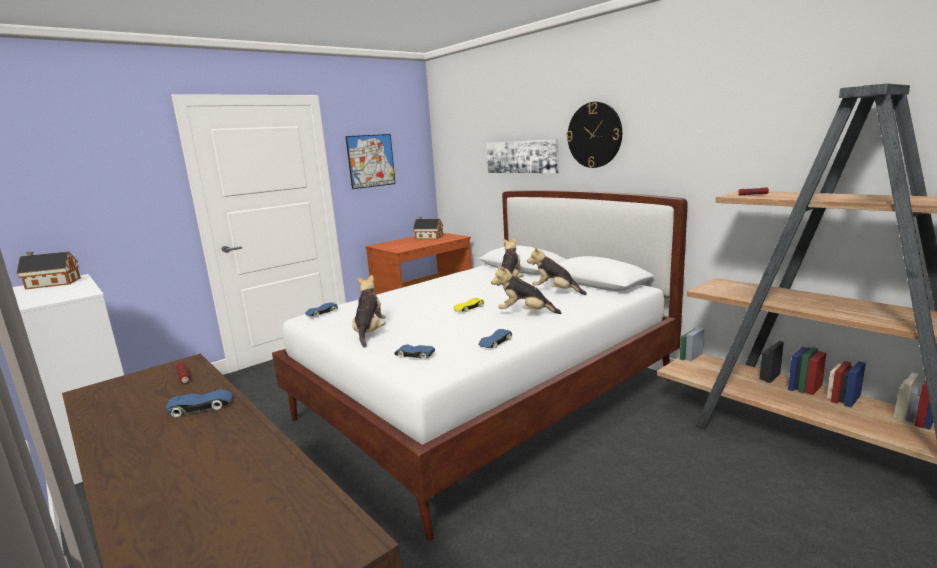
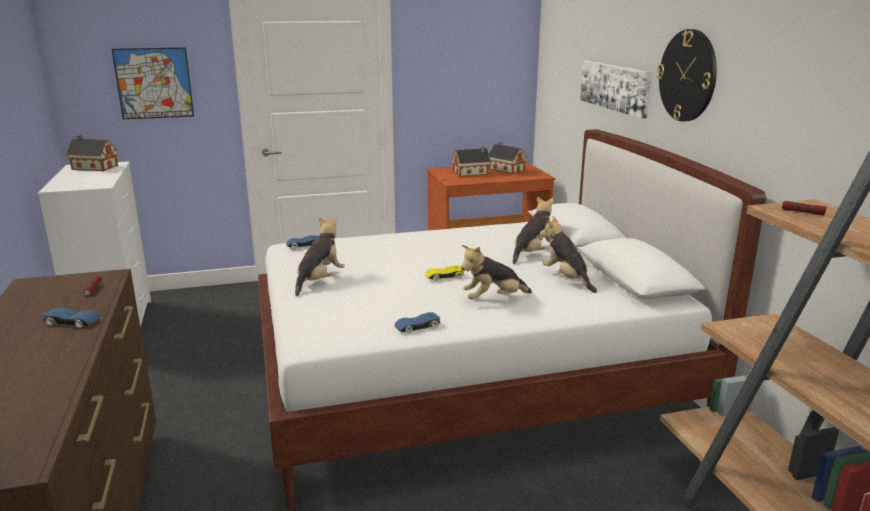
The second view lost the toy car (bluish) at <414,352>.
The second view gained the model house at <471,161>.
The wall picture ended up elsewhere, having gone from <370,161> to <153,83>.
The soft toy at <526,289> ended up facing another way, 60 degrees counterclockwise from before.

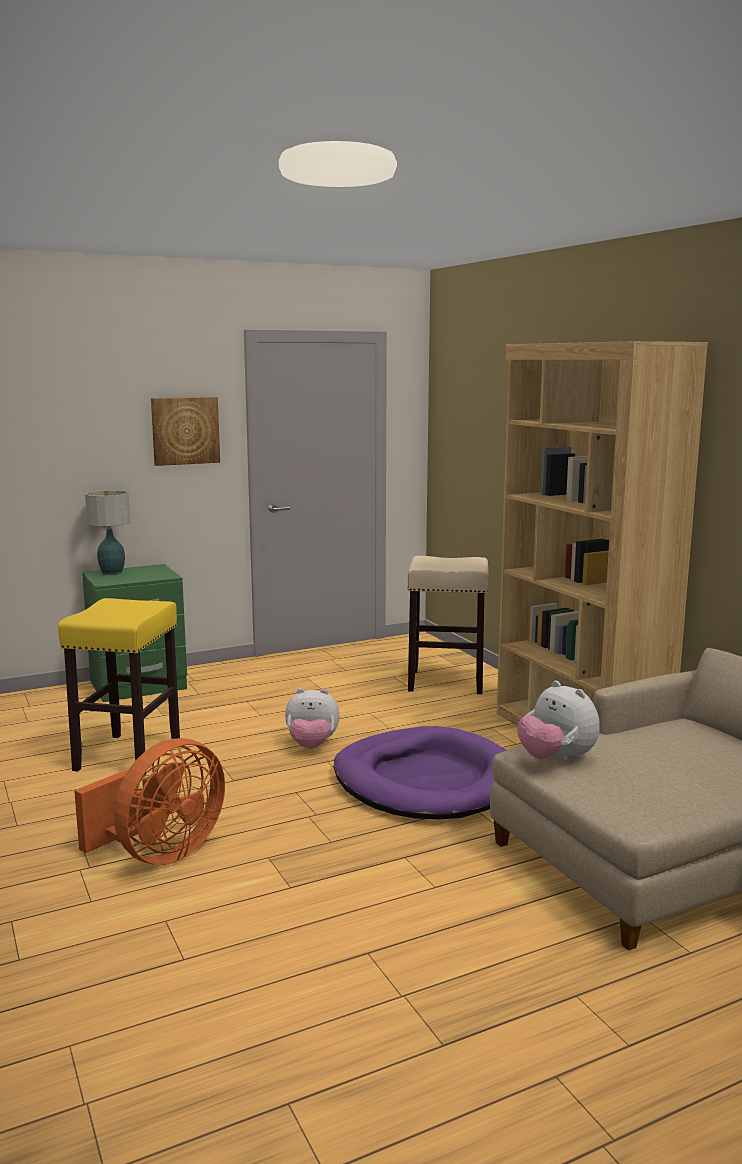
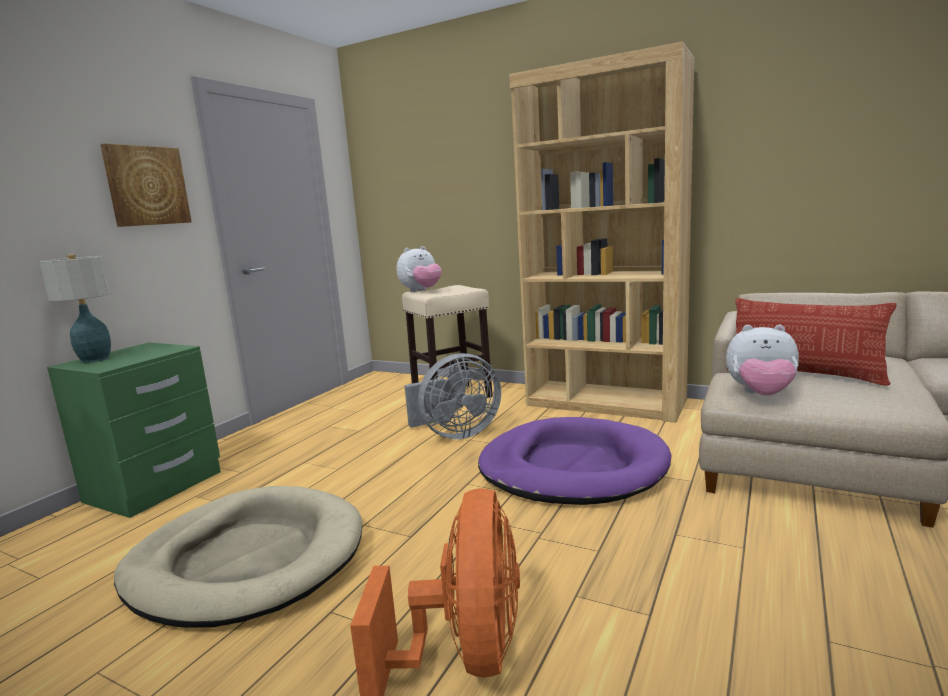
The second view gained the electric fan (greyish) at <452,396>.
The second view gained the throw pillow at <812,342>.
The soft toy ended up elsewhere, having gone from <312,718> to <419,269>.
Where the stool seat (yellow-coloured) stood at <119,685>, the dog bed (beige-coloured) came to stand at <238,557>.

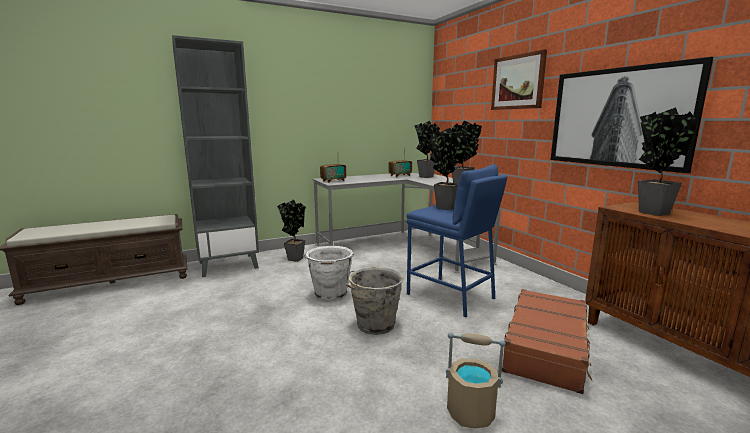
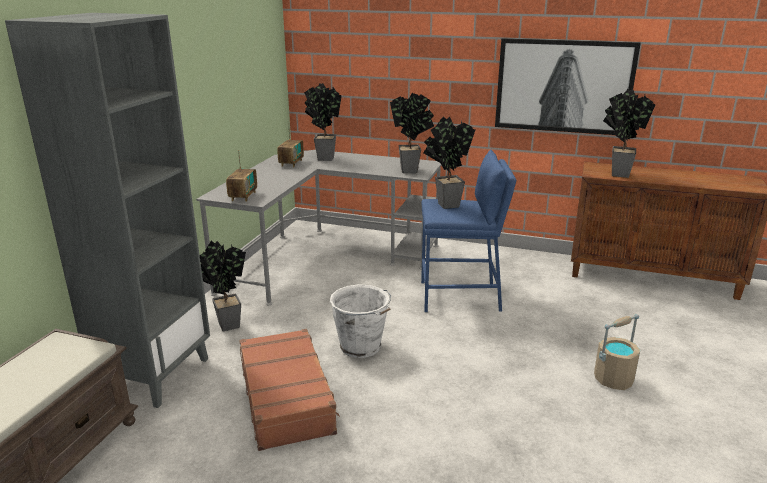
The second view lost the pail (greyish) at <375,301>.
The second view lost the wall picture at <519,79>.
The travel case (brown-coloured) ended up elsewhere, having gone from <547,341> to <289,390>.

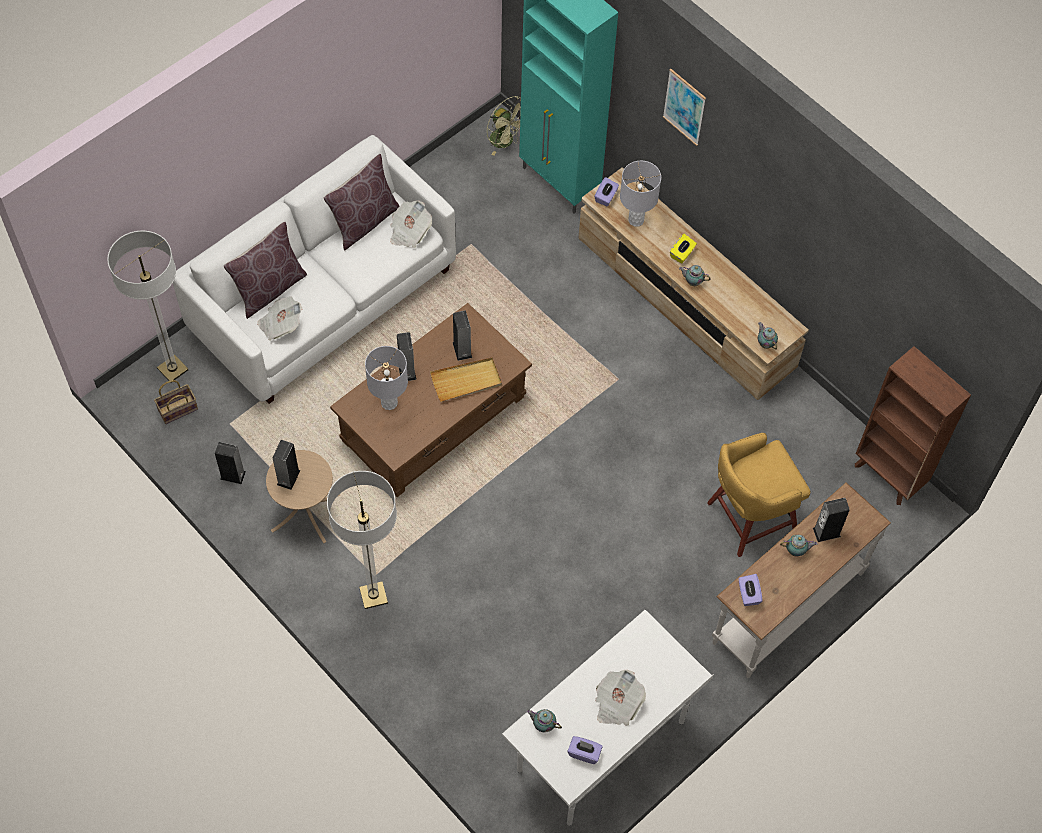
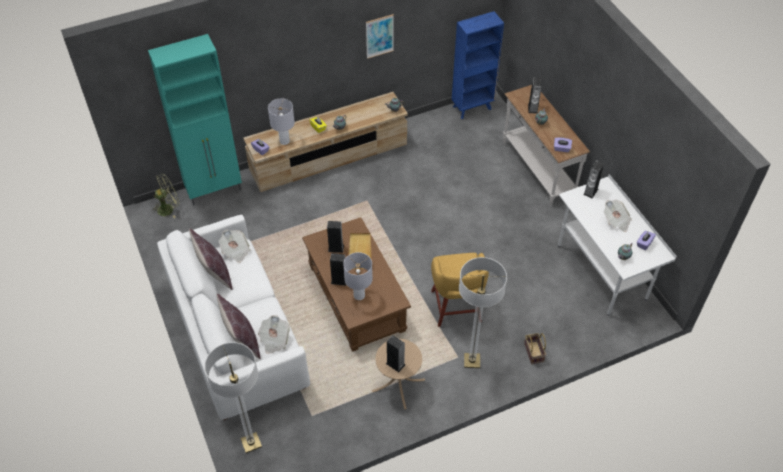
The basket ended up elsewhere, having gone from <176,402> to <535,348>.
The loudspeaker ended up elsewhere, having gone from <230,463> to <593,179>.
The wall picture ended up elsewhere, having gone from <684,107> to <380,36>.
The stool seat (yellow-coloured) ended up elsewhere, having gone from <759,495> to <460,290>.
What was the bookshelf (brown-coloured) at <913,425> turned into the bookshelf (bluish) at <478,65>.

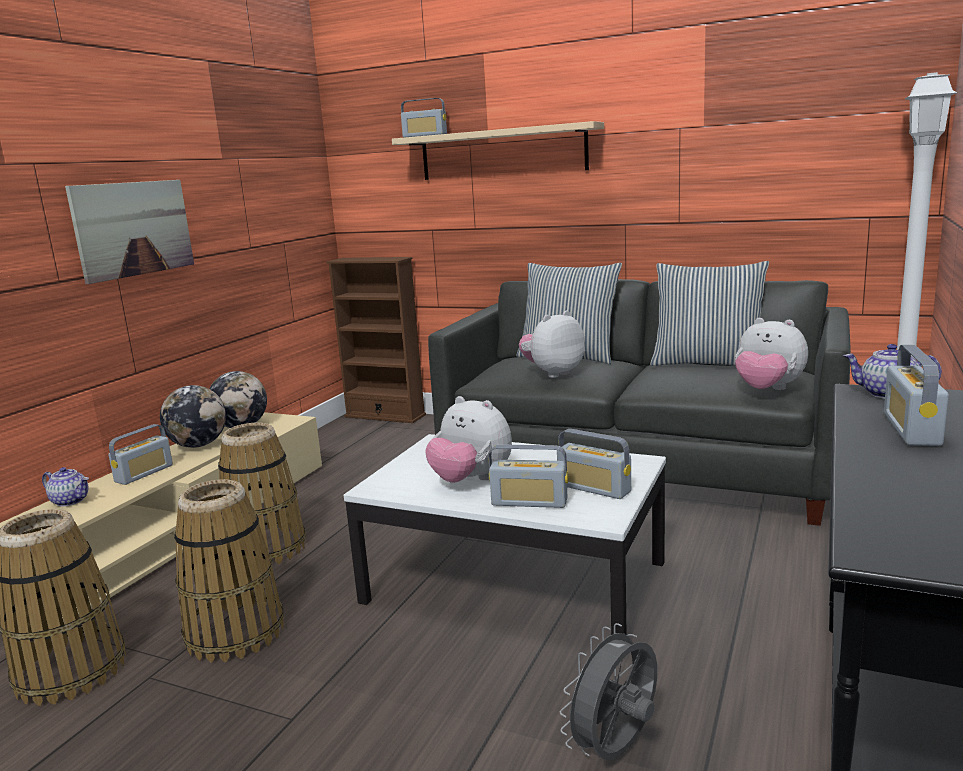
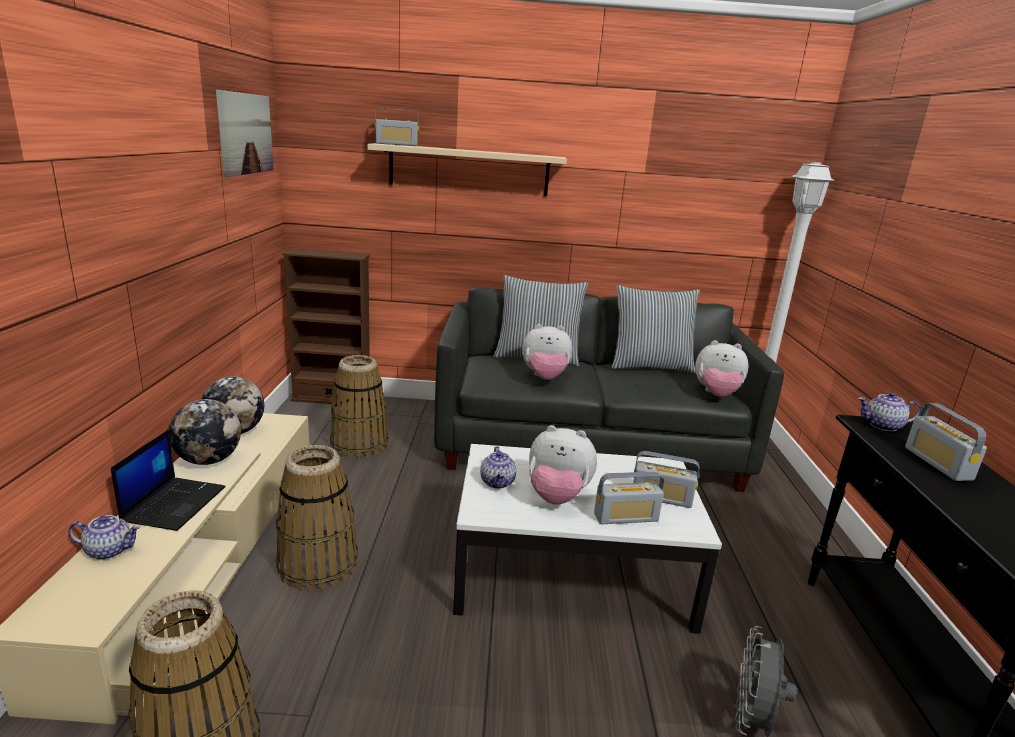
The second view gained the teapot at <498,467>.
The wall picture ended up elsewhere, having gone from <129,232> to <245,133>.
The basket ended up elsewhere, having gone from <229,570> to <359,406>.
Where the radio stood at <140,454>, the portable computer came to stand at <168,480>.
The soft toy at <552,344> ended up facing another way, 120 degrees counterclockwise from before.

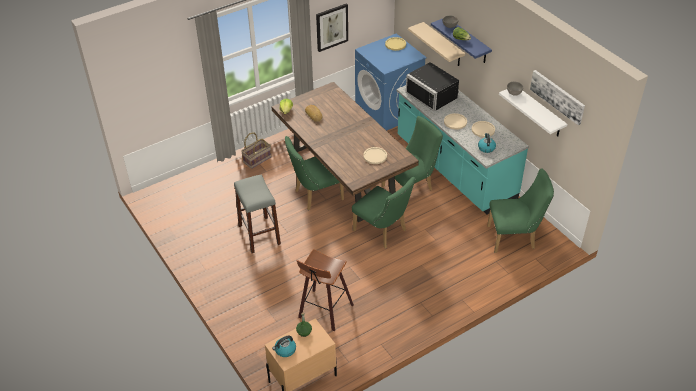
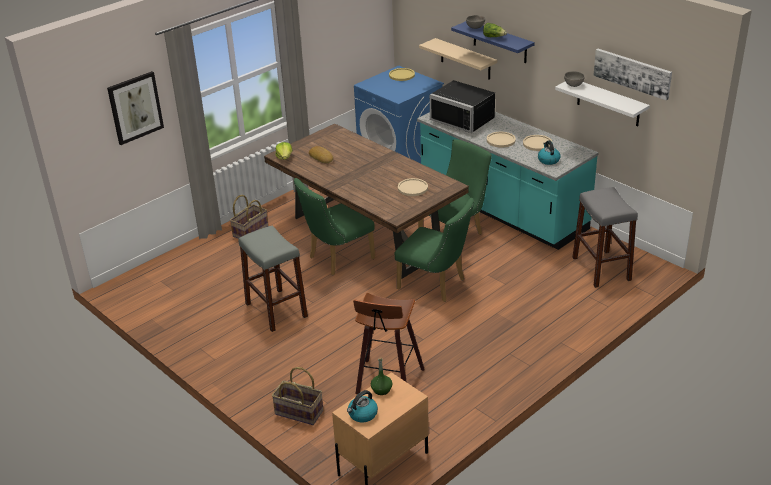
The second view gained the basket at <297,396>.
The wall picture ended up elsewhere, having gone from <332,27> to <135,108>.
Where the plain chair (green) stood at <520,210>, the stool seat (greyish) came to stand at <605,237>.

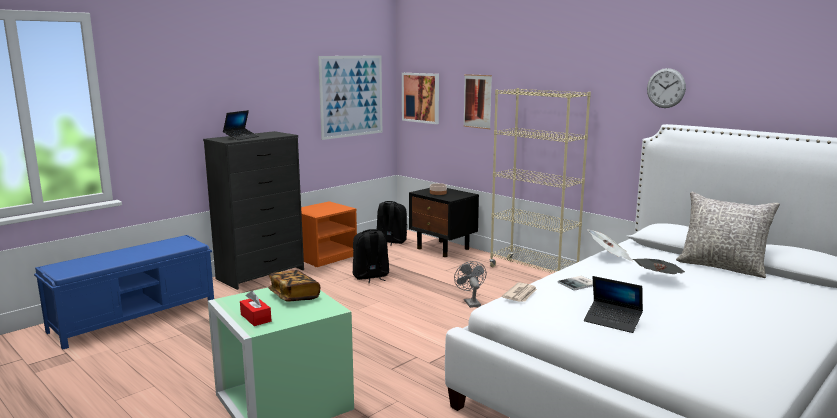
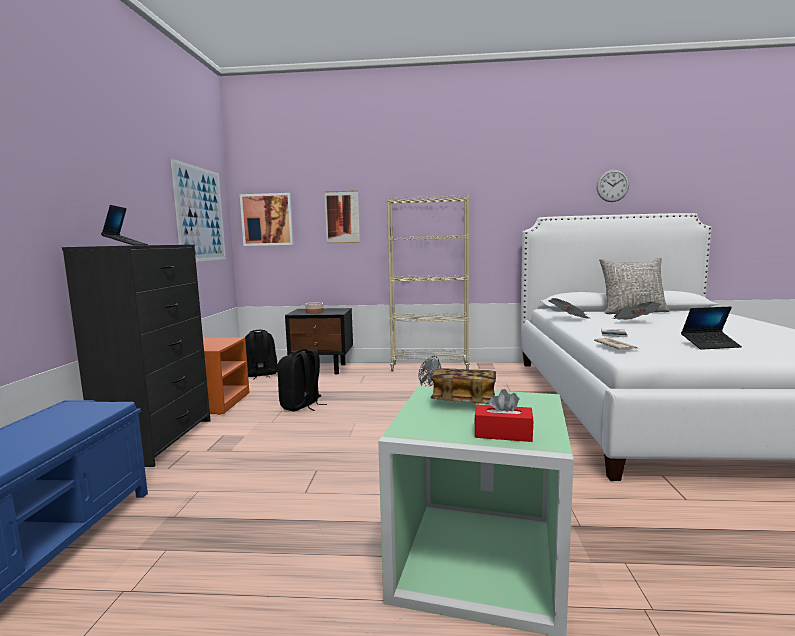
The hanging clock ended up elsewhere, having gone from <666,88> to <612,185>.

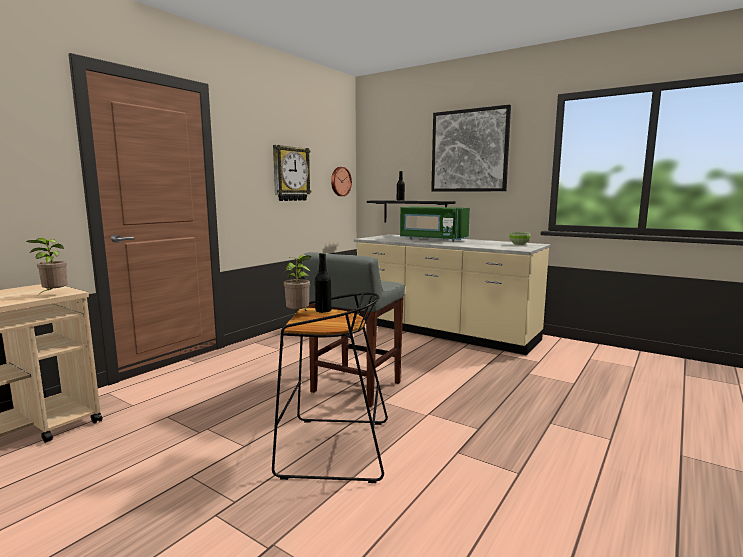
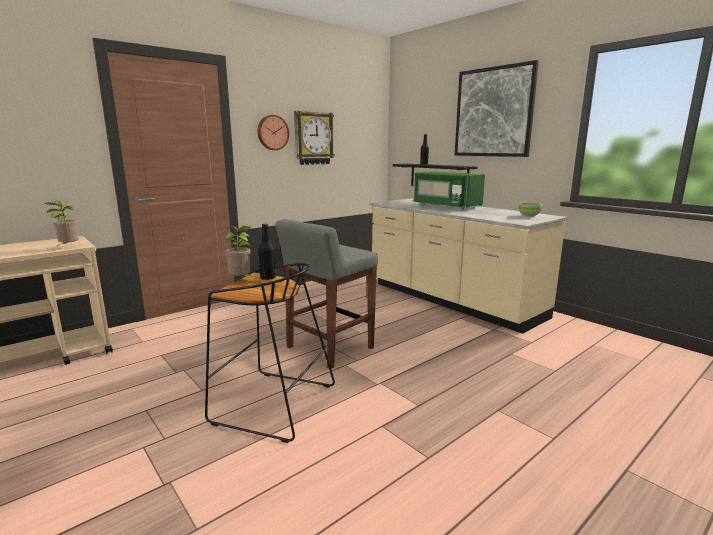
The hanging clock ended up elsewhere, having gone from <341,181> to <273,132>.

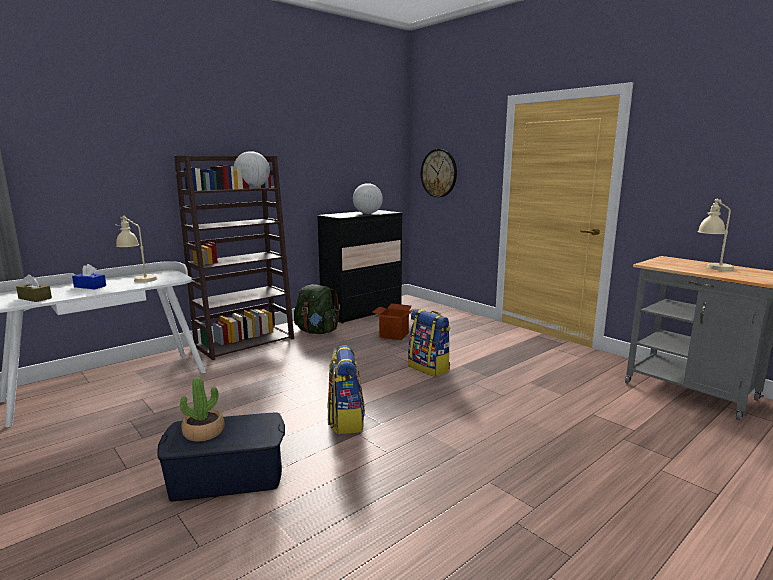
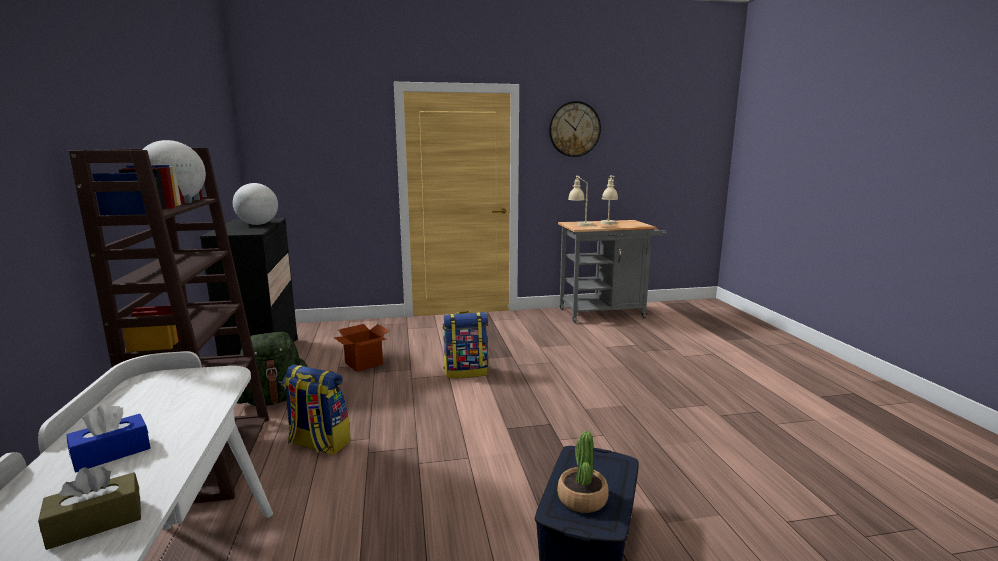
The table lamp (beige-coloured) ended up elsewhere, having gone from <136,249> to <581,201>.
The backpack ended up elsewhere, having gone from <346,389> to <317,409>.
The hanging clock ended up elsewhere, having gone from <439,173> to <575,129>.

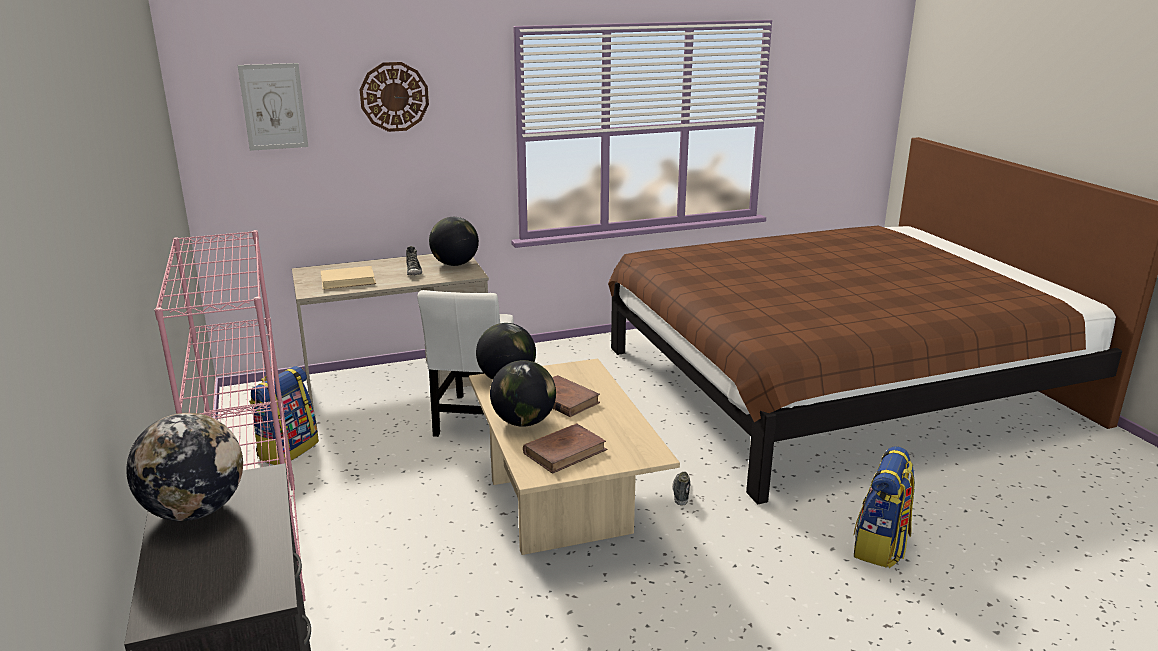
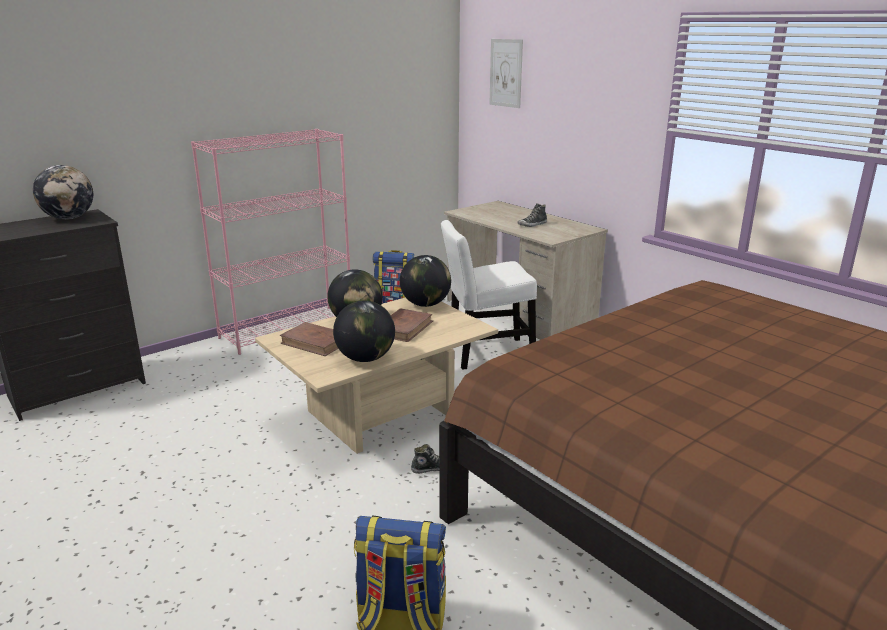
The second view lost the bound book (beige-coloured) at <348,278>.
The second view lost the hanging clock at <394,97>.
The desk globe ended up elsewhere, having gone from <454,241> to <364,331>.

